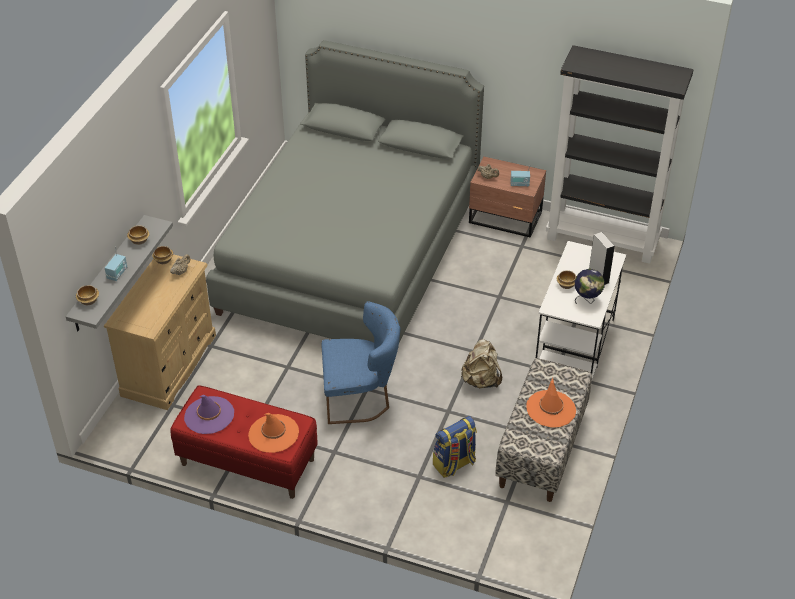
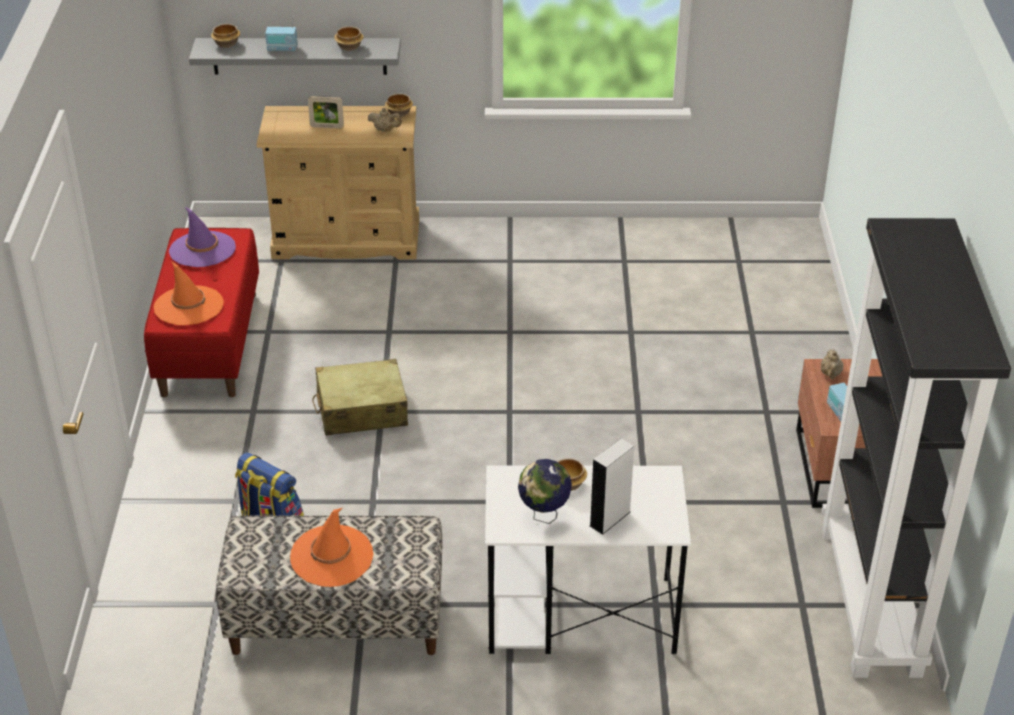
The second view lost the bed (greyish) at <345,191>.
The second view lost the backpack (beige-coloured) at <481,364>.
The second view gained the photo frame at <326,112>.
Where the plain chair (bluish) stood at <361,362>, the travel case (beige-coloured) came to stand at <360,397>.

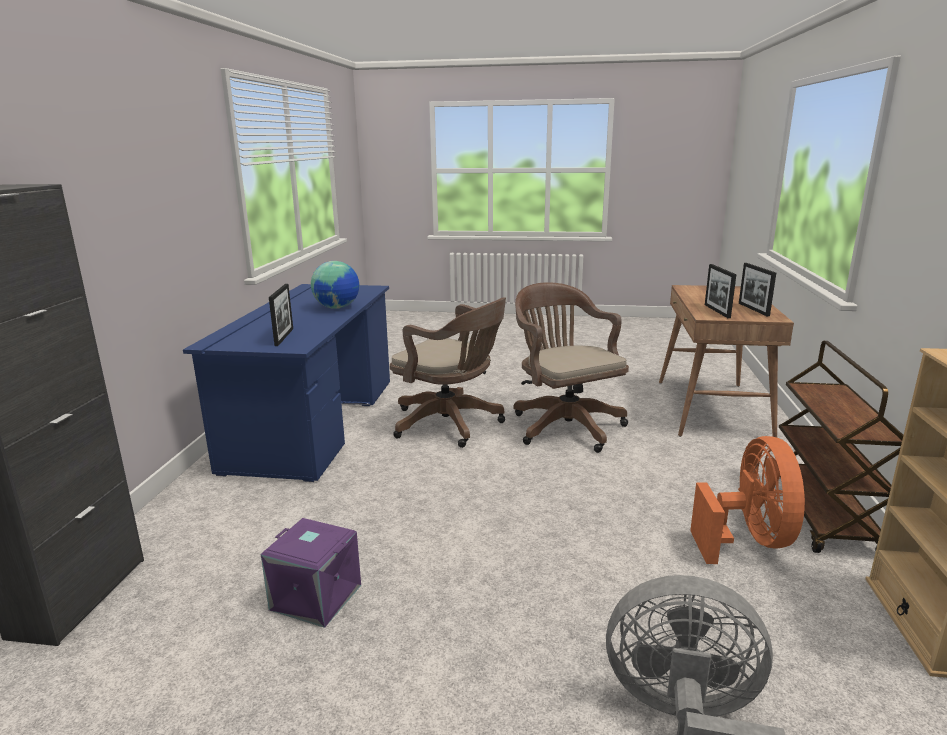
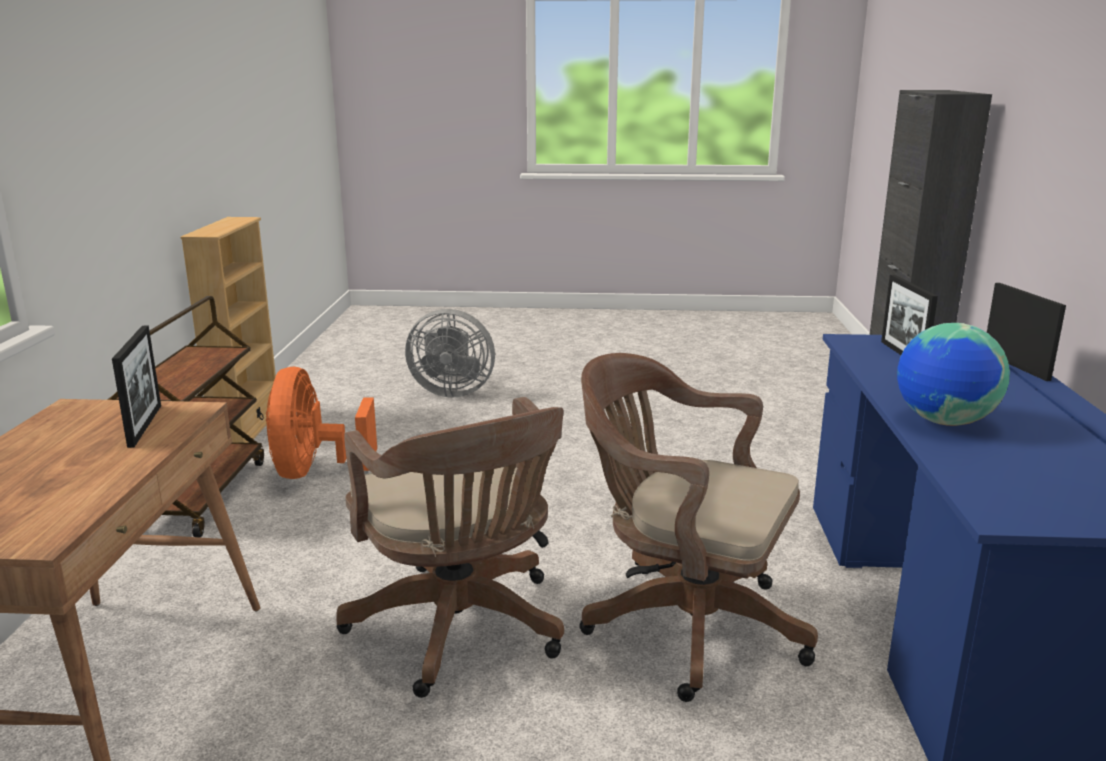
The second view lost the storage container (purplish) at <311,573>.
The photo frame ended up elsewhere, having gone from <757,289> to <1026,332>.

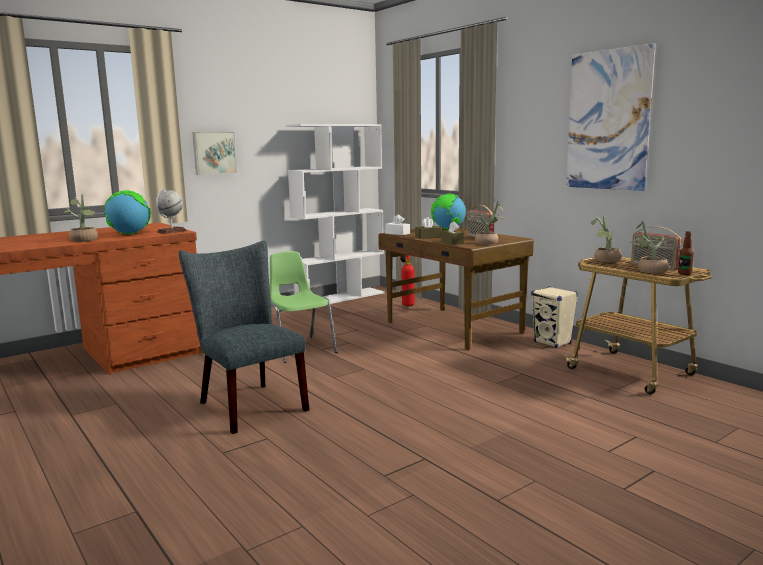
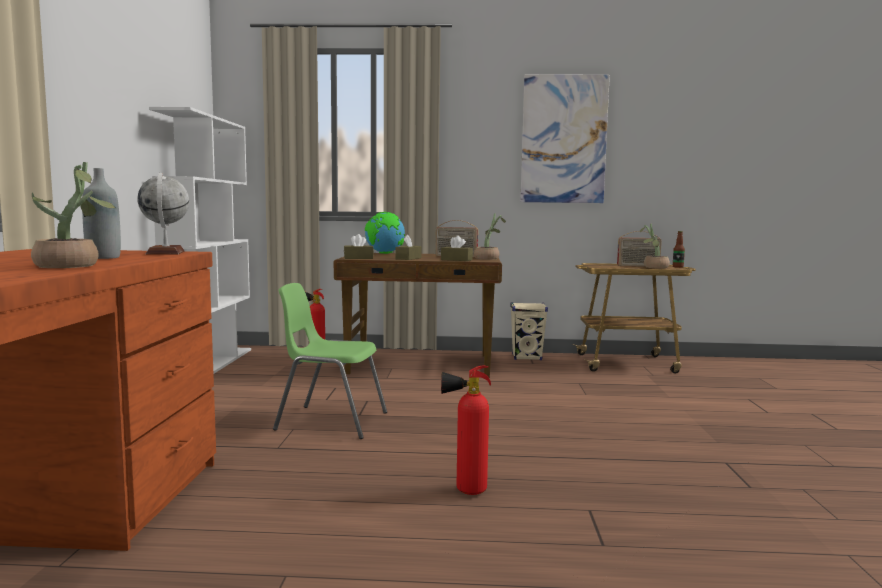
The second view lost the wall picture at <214,153>.
The second view lost the potted plant at <606,239>.
Where the desk globe stood at <127,212>, the drink bottle (greyish) came to stand at <101,213>.
Where the plain chair (greyish) stood at <244,337>, the extinguisher came to stand at <466,430>.
What was the tissue holder (white) at <397,224> turned into the tissue holder (brown-coloured) at <359,246>.

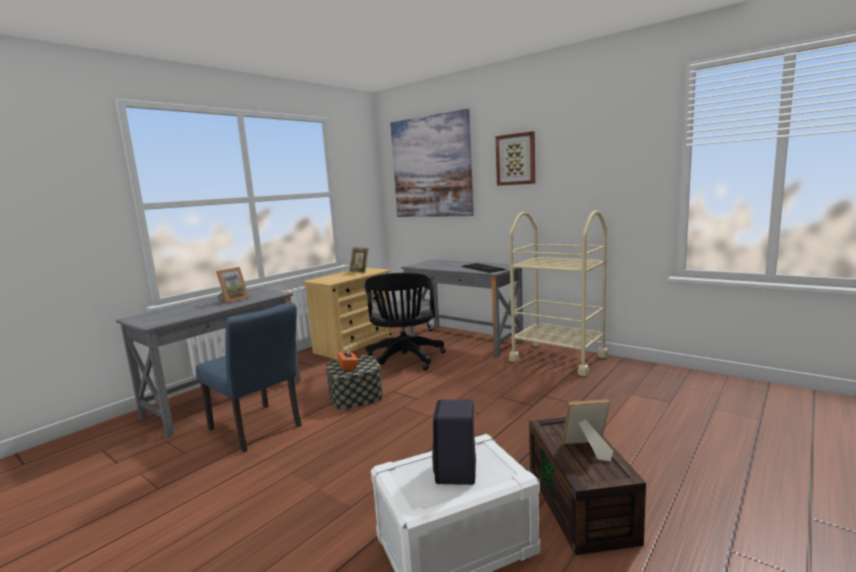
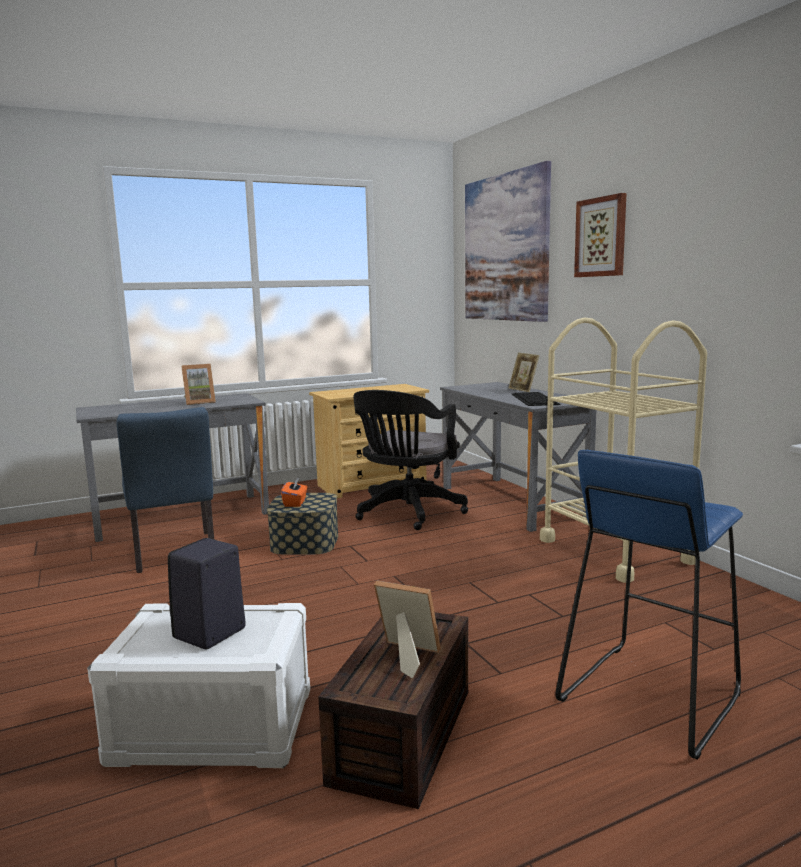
The second view gained the stool seat (bluish) at <649,605>.
The photo frame ended up elsewhere, having gone from <359,260> to <524,372>.

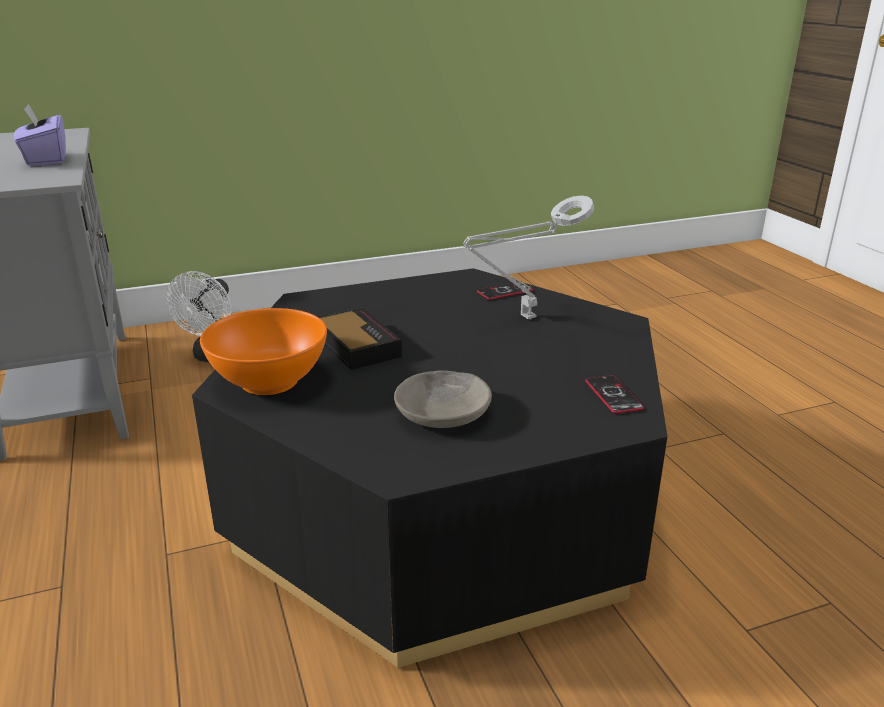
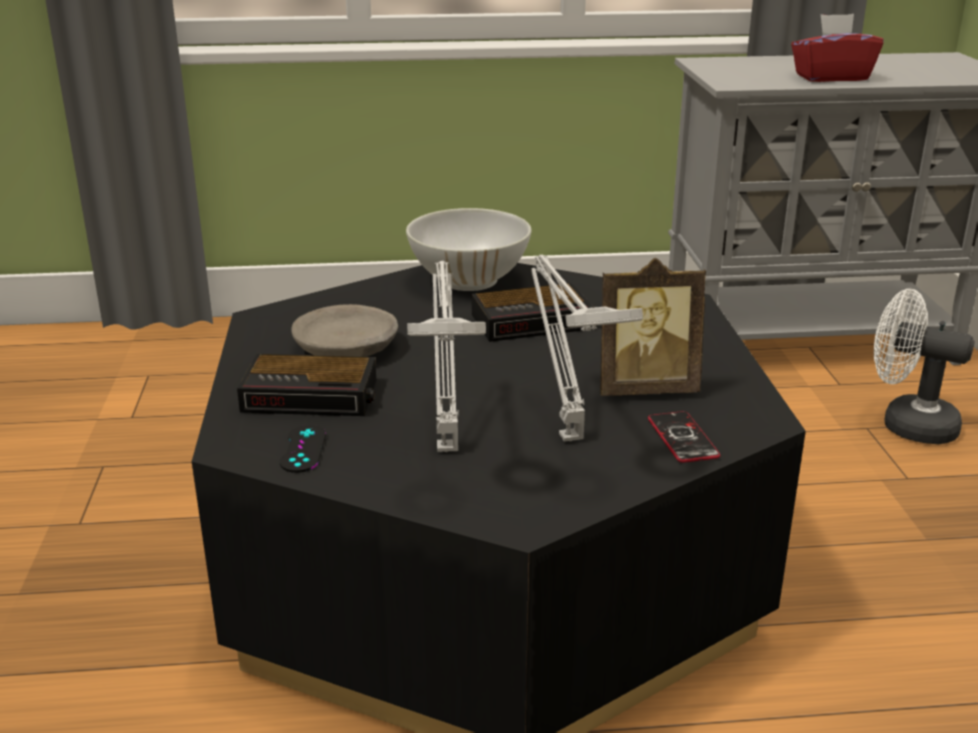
The second view gained the bedside clock at <306,385>.
The second view gained the table lamp (greyish) at <446,356>.
The second view gained the photo frame at <653,327>.
Where the handset stood at <614,394>, the game controller (blackish) came to stand at <303,449>.
What was the tissue holder (purplish) at <40,135> turned into the tissue holder (red) at <837,48>.
What was the deep dish (orange) at <263,351> turned into the deep dish (white) at <468,249>.

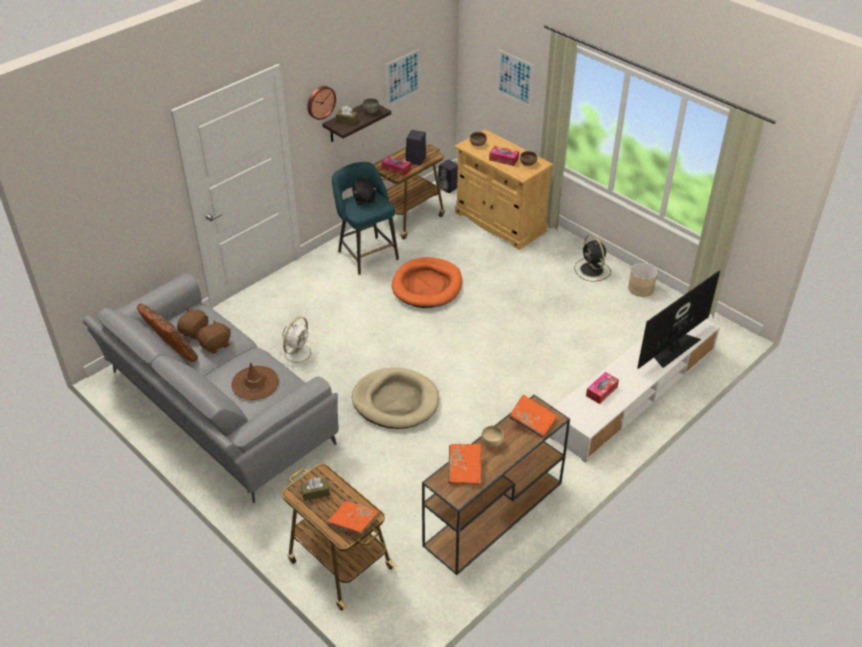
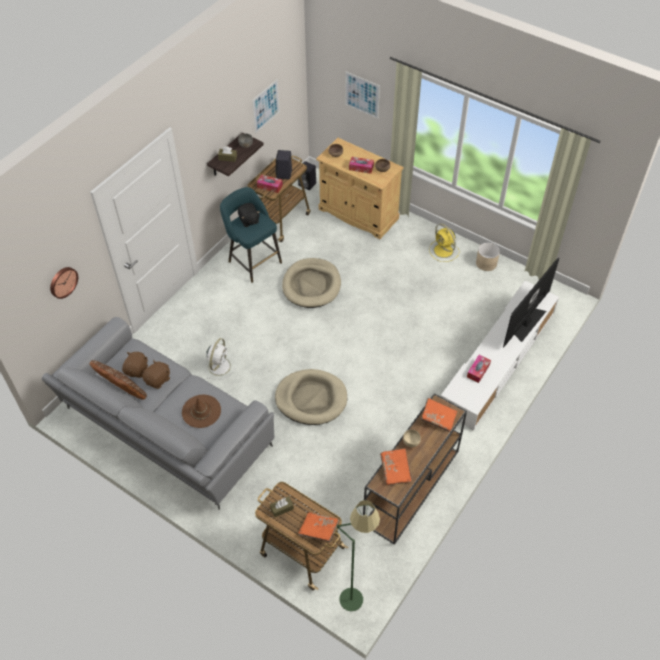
The second view gained the standard lamp (green) at <358,555>.
The hanging clock ended up elsewhere, having gone from <321,103> to <64,283>.
What was the dog bed (orange) at <427,282> turned into the dog bed (beige-coloured) at <311,283>.
What was the electric fan (blackish) at <592,258> turned into the electric fan (yellow-coloured) at <444,243>.

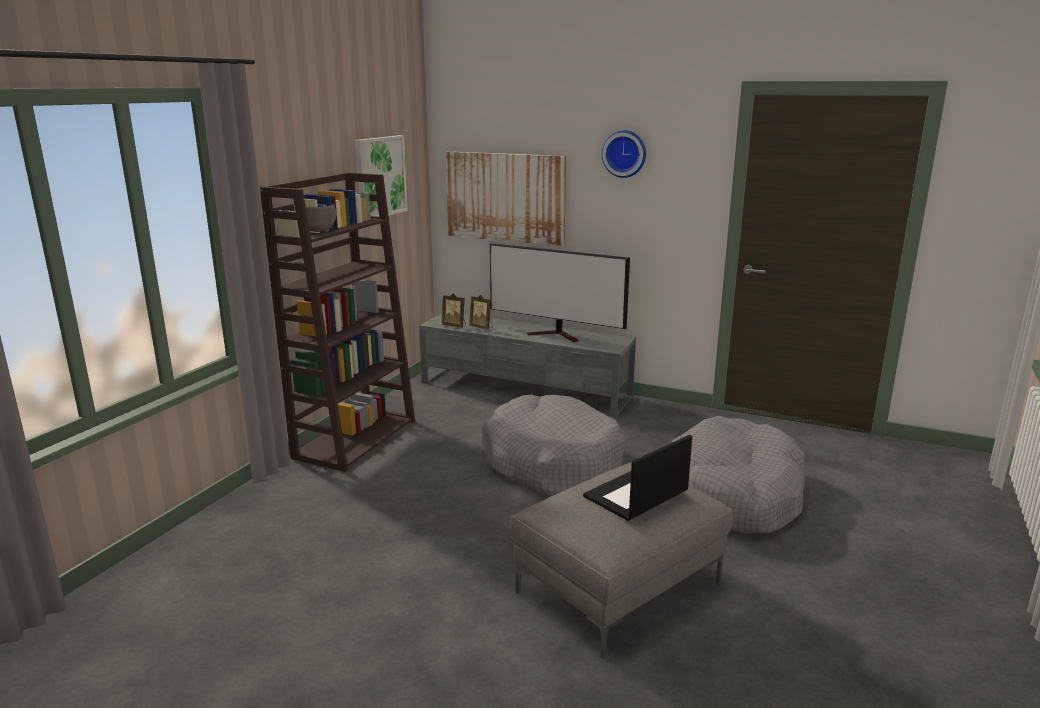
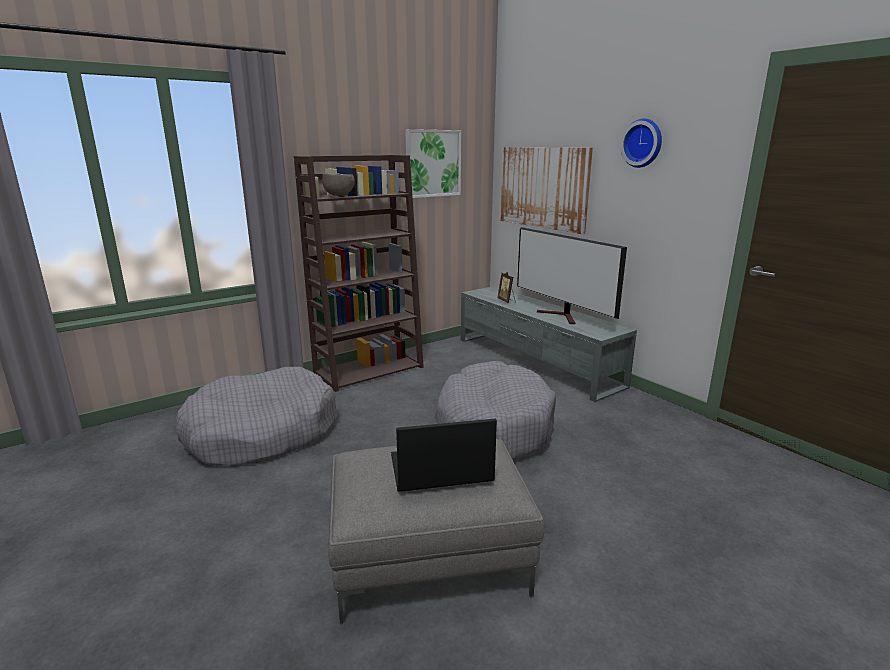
The second view lost the photo frame at <454,310>.
The dog bed (greyish) ended up elsewhere, having gone from <738,474> to <256,416>.

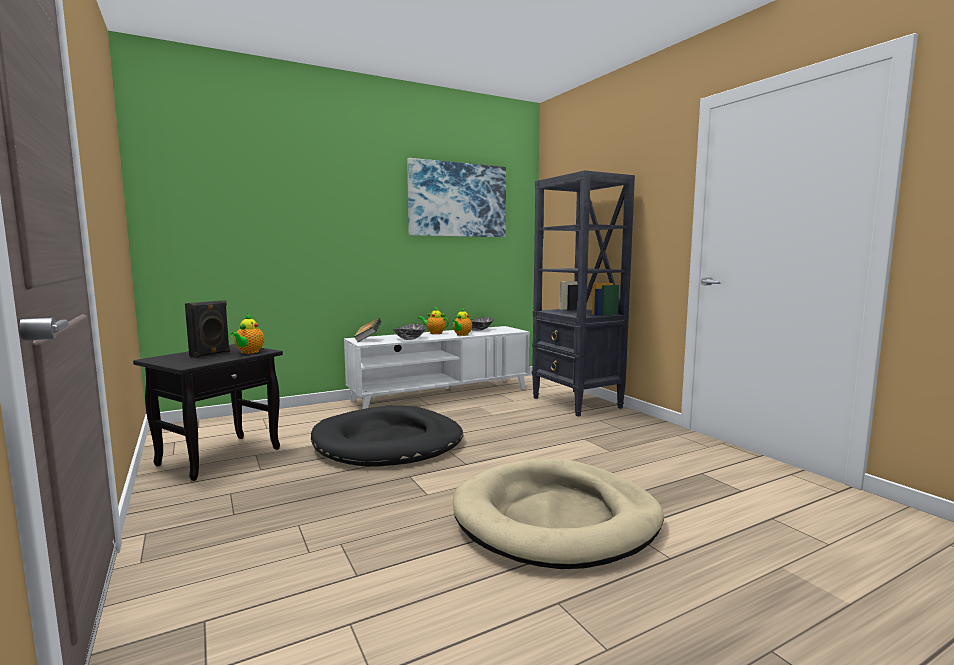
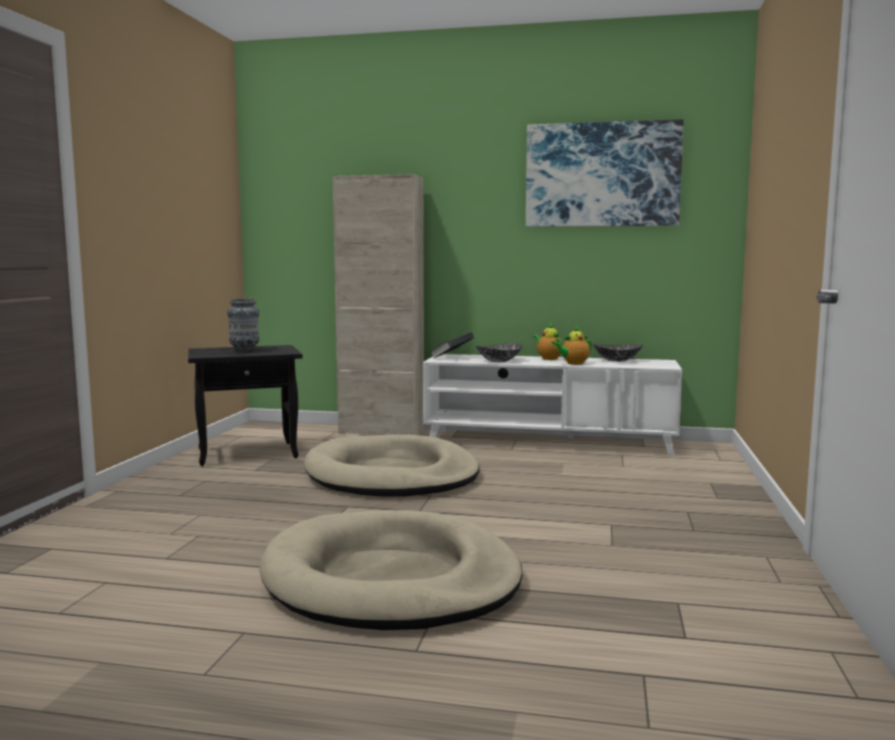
The second view lost the teapot at <247,333>.
The second view lost the bookshelf (blackish) at <583,293>.
The second view gained the storage cabinet (beige-coloured) at <378,304>.
Where the loudspeaker (blackish) stood at <207,329>, the vase came to stand at <243,325>.
What was the dog bed (blackish) at <387,436> turned into the dog bed (beige-coloured) at <392,466>.

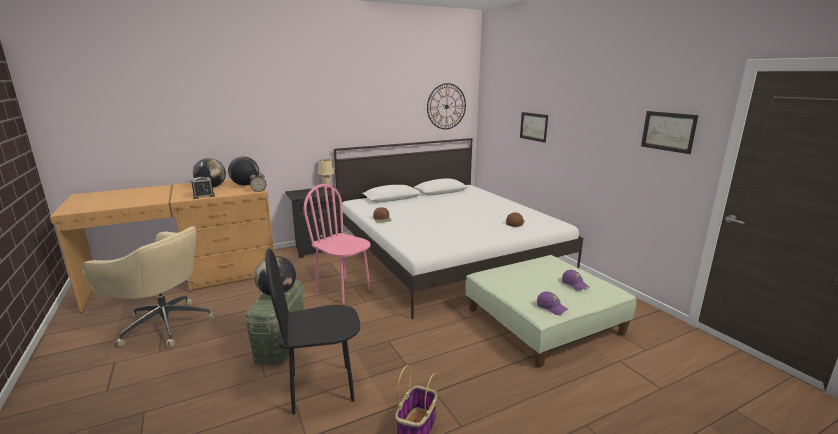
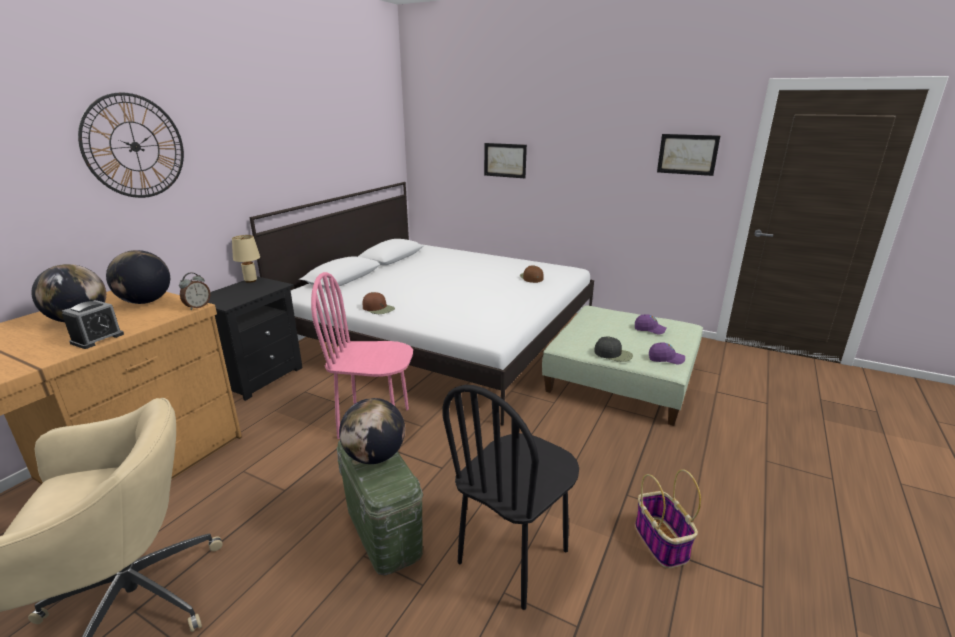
The second view gained the baseball cap (blackish) at <613,349>.
The hanging clock ended up elsewhere, having gone from <446,106> to <131,145>.

